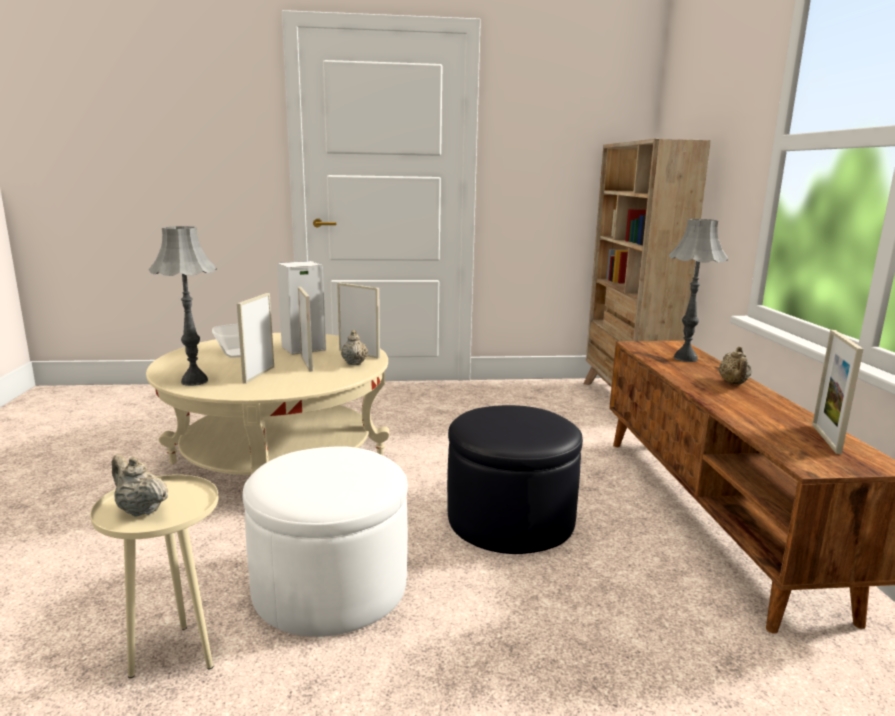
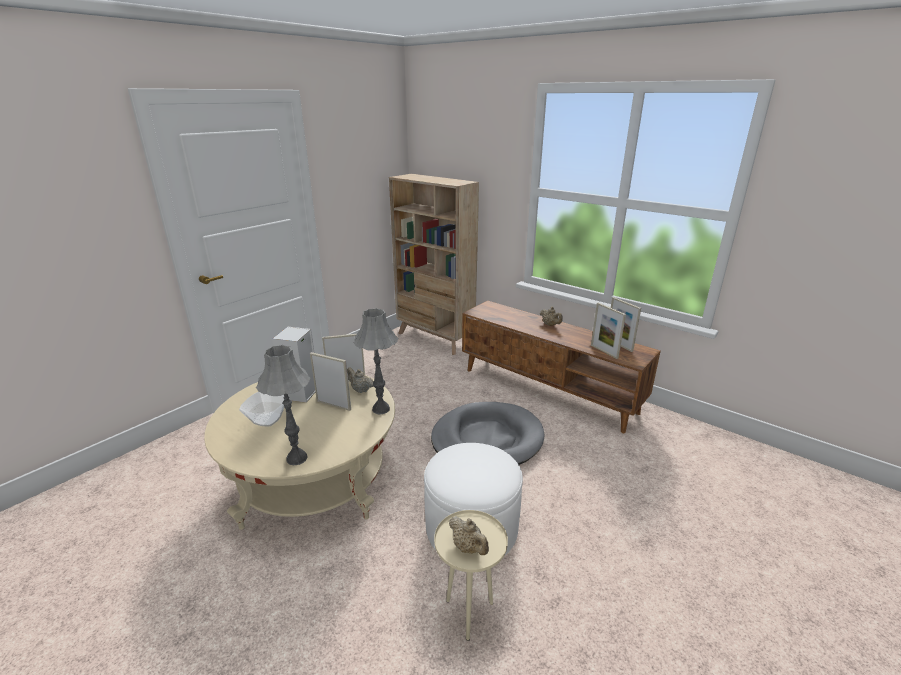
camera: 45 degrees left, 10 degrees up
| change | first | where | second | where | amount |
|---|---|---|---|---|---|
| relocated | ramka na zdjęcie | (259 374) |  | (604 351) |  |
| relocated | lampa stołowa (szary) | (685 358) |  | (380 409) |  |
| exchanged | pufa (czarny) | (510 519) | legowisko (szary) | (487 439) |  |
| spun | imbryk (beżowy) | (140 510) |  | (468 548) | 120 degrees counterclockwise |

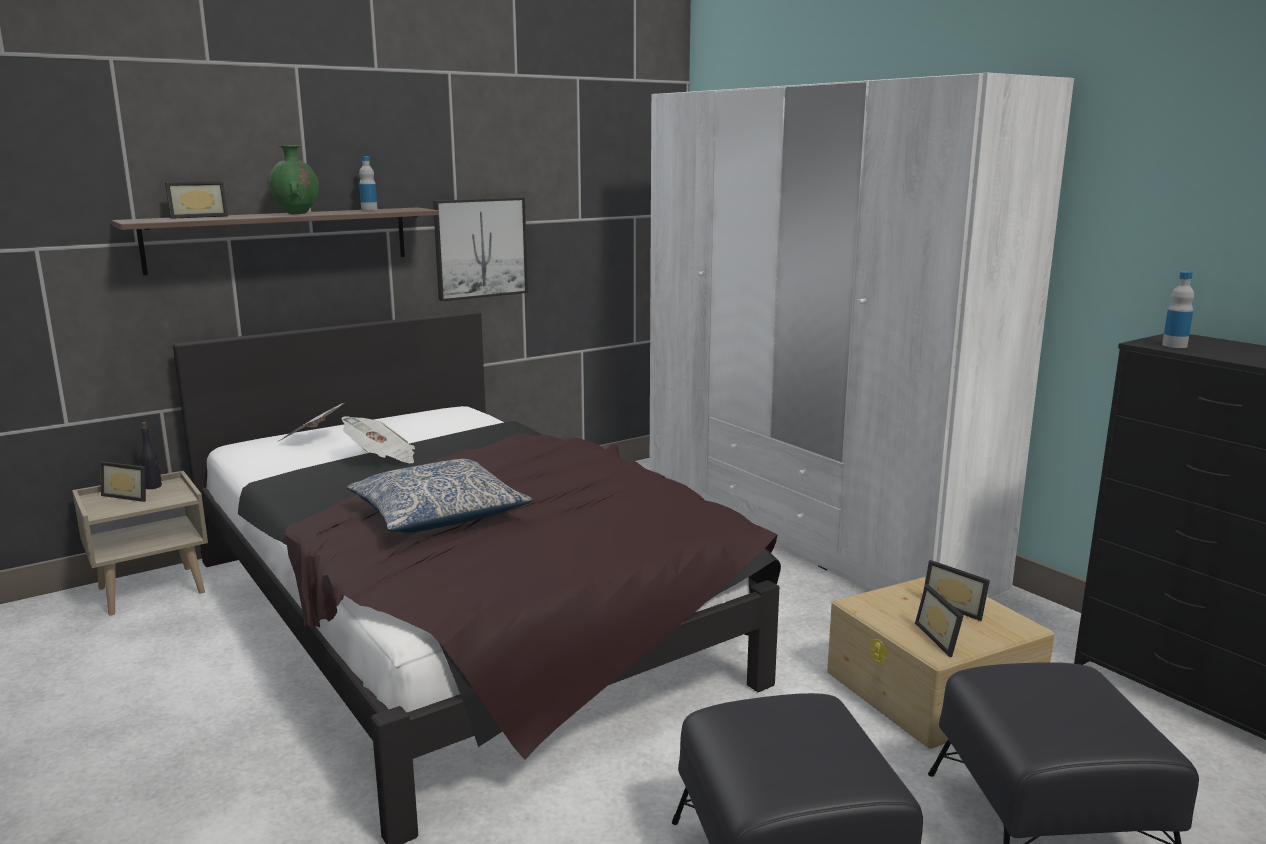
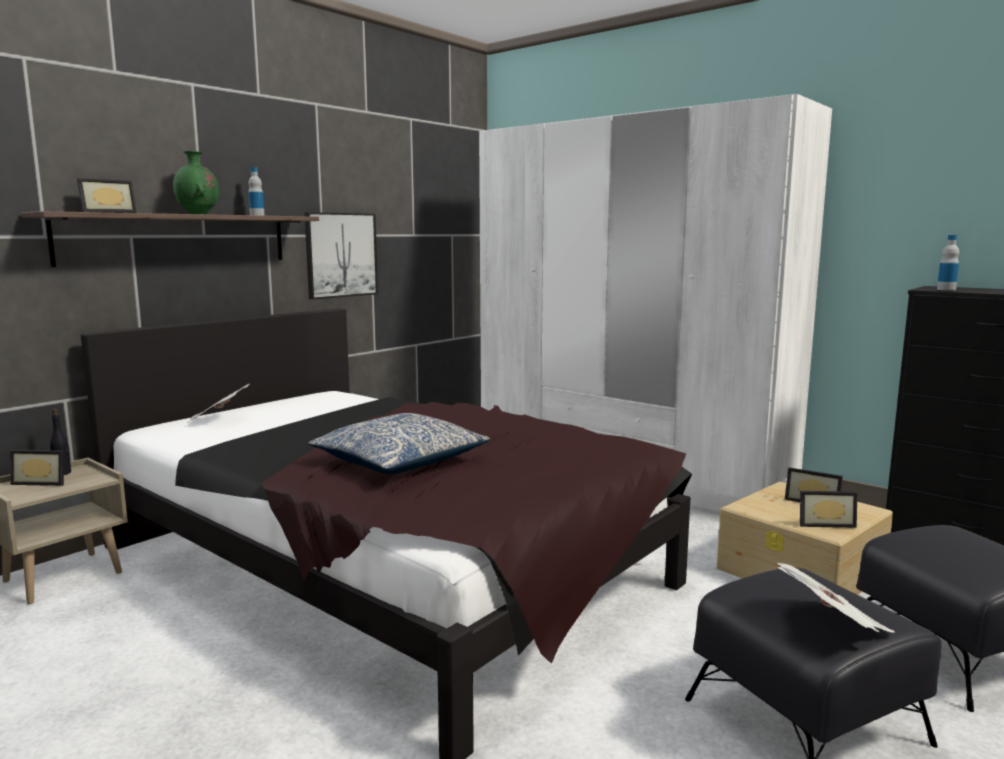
camera: 15 degrees left, 5 degrees down
| change | first | where | second | where | amount |
|---|---|---|---|---|---|
| relocated | gazeta | (382 458) |  | (831 626) |  |
| spun | ramka na zdjęcie | (943 638) |  | (824 523) | 60 degrees counterclockwise |

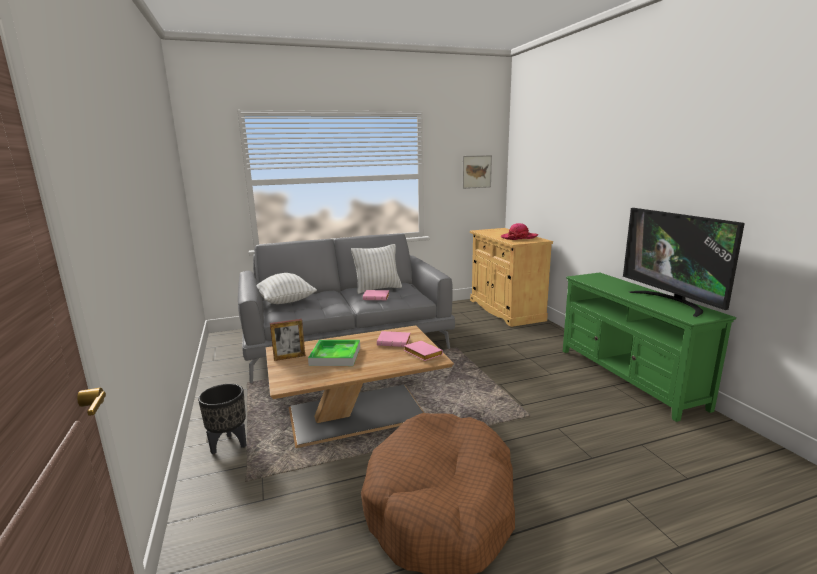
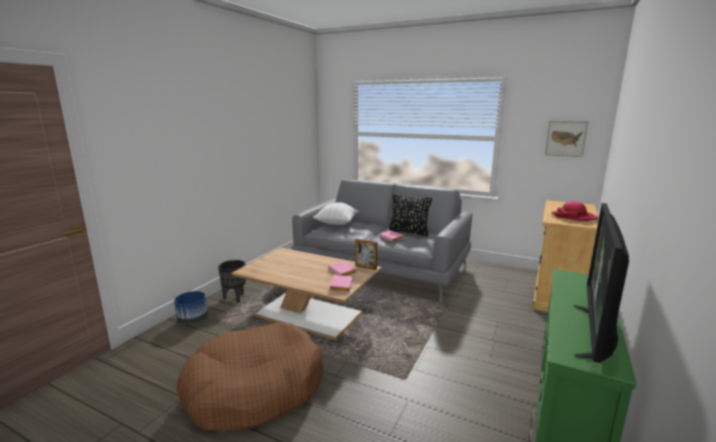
camera: 45 degrees right, 0 degrees up
| change | first | where | second | where | amount |
|---|---|---|---|---|---|
| missing | taca | (335 356) |  |  |  |
| appeared |  |  | donica (niebieski) | (193 321) |  |
| relocated | ramka na zdjęcie | (289 357) |  | (366 267) |  |
| colour | poduszka (biały) | (378 289) | poduszka (czarny) | (409 232) |  |

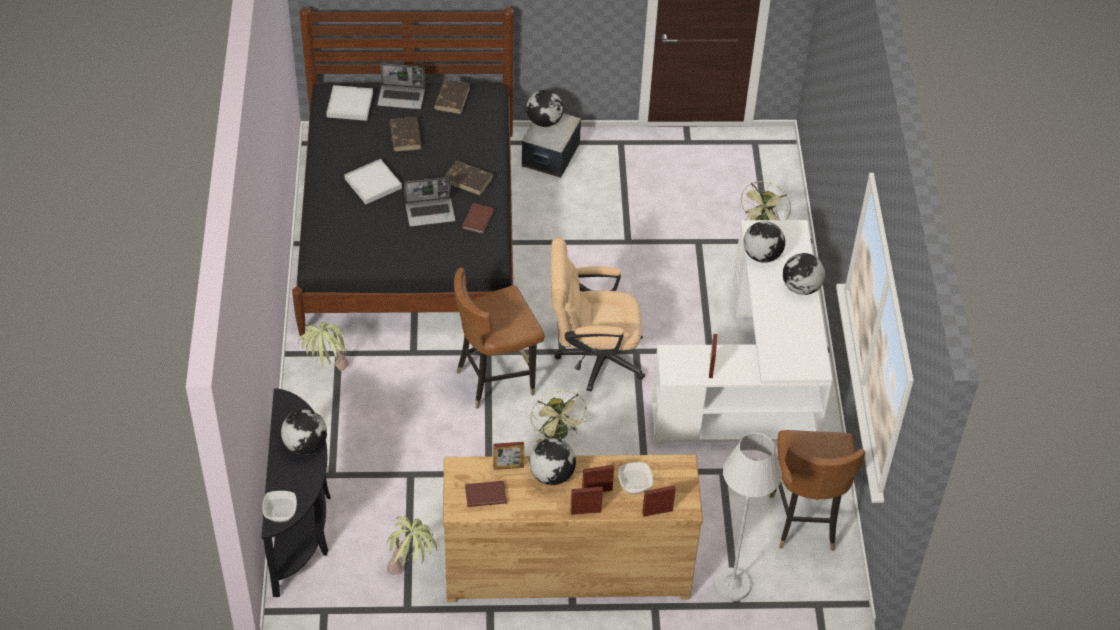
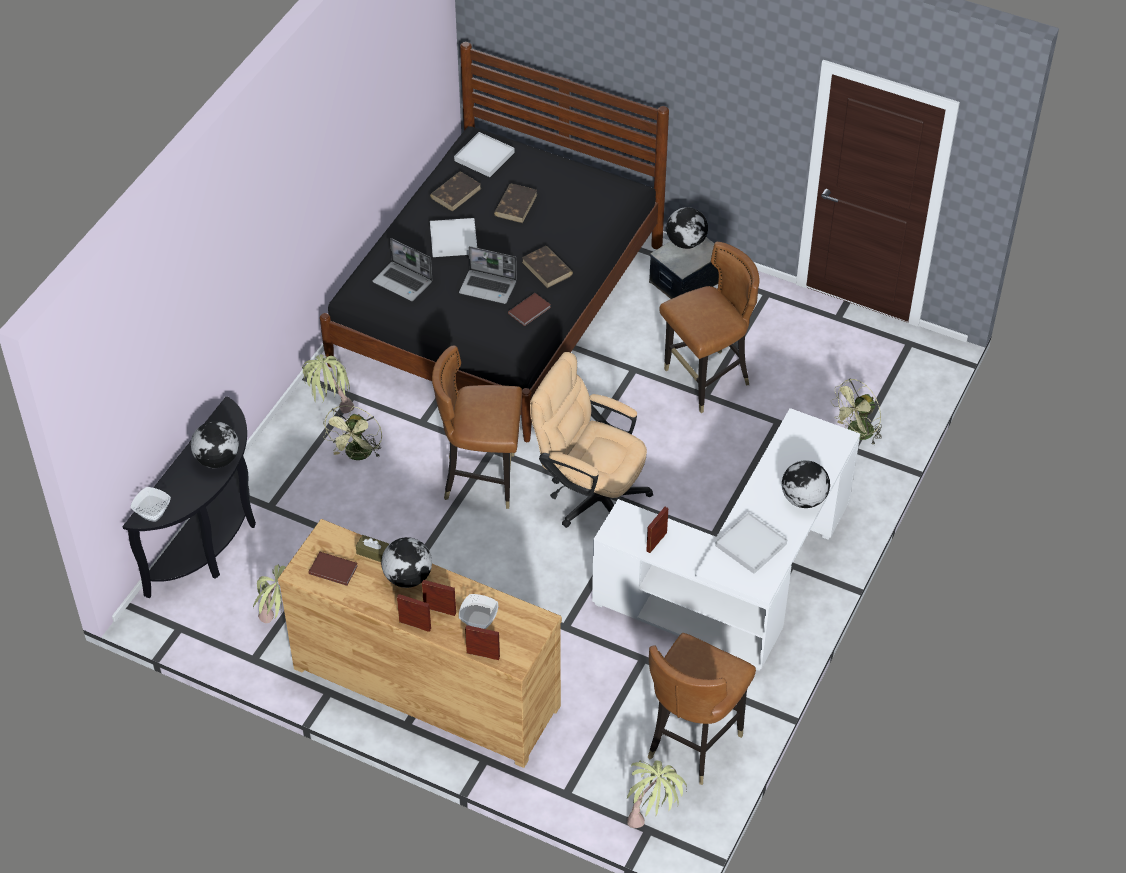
camera: 30 degrees right, 0 degrees up
| change | first | where | second | where | amount |
|---|---|---|---|---|---|
| missing | lampa stojąca (biały) | (732 585) |  |  |  |
| missing | globus | (761 255) |  |  |  |
| appeared |  |  | roślina doniczkowa | (653 817) |  |
| appeared |  |  | krzesło (brązowy) | (706 380) |  |
| appeared |  |  | taca (biały) | (751 545) |  |
| relocated | laptop | (402 97) |  | (403 282) |  |
| relocated | książka (brązowy) | (452 98) |  | (456 193) |  |
| relocated | wentylator (zielony) | (558 435) |  | (358 455) |  |
| exchanged | ramka na zdjęcie | (508 467) | pudełko chusteczek (brązowy) | (373 552) |  |

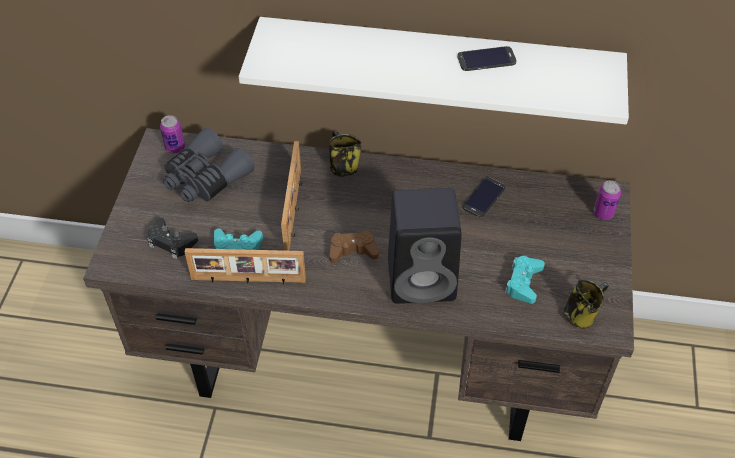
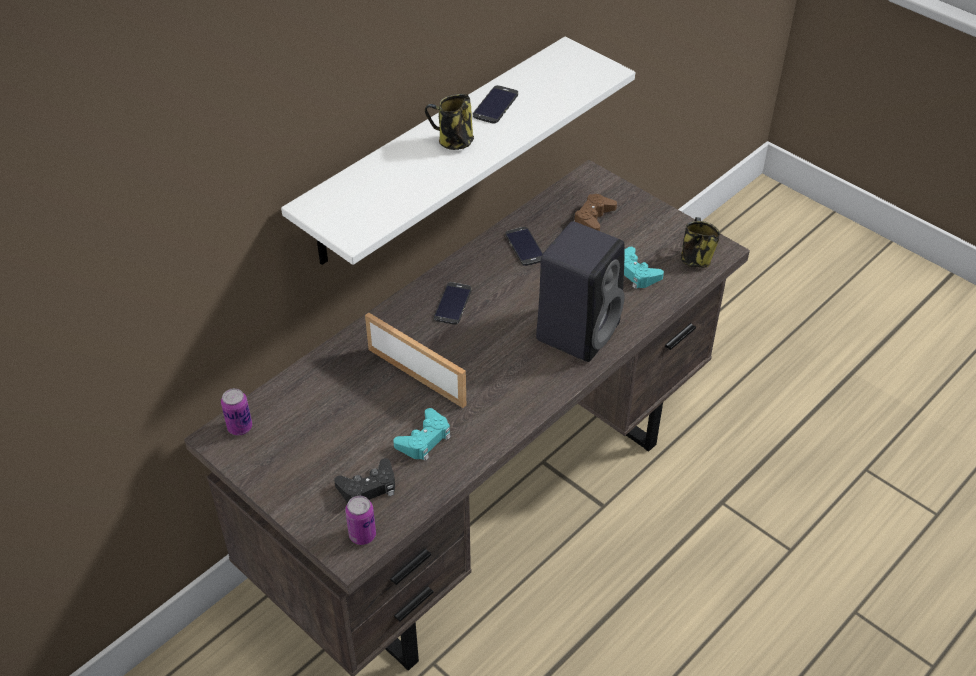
camera: 55 degrees left, 5 degrees down
| change | first | where | second | where | amount |
|---|---|---|---|---|---|
| missing | lornetka (szary) | (205 178) |  |  |  |
| missing | ramka na zdjęcie | (248 280) |  |  |  |
| appeared |  |  | telefon | (453 304) |  |
| relocated | kubek | (343 167) |  | (453 142) |  |
| relocated | pad do gier (brązowy) | (353 251) |  | (593 218) |  |
| relocated | puszka | (603 213) |  | (362 535) |  |

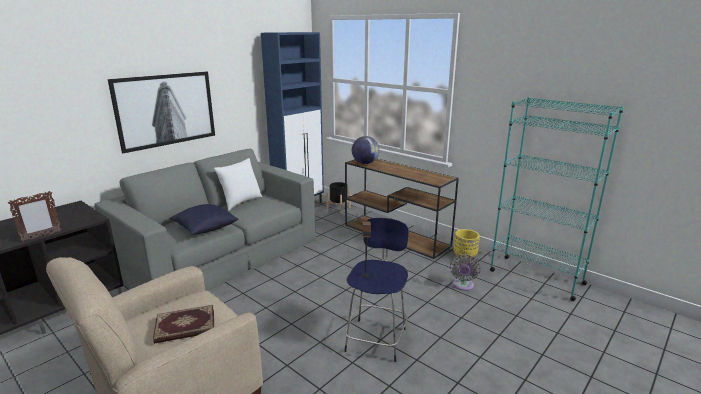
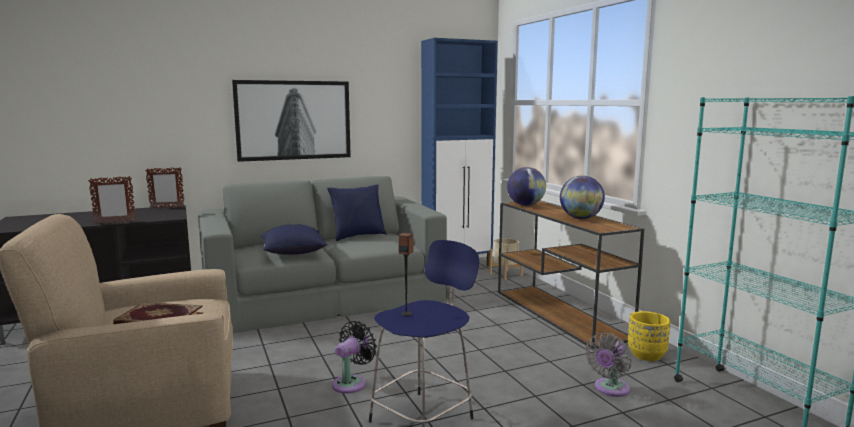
camera: 25 degrees right, 10 degrees down
| change | first | where | second | where | amount |
|---|---|---|---|---|---|
| appeared |  |  | ramka na zdjęcie | (167 208) |  |
| appeared |  |  | wentylator (czarny) | (351 383) |  |
| appeared |  |  | globus | (580 218) |  |
| colour | poduszka (biały) | (240 202) | poduszka (niebieski) | (357 236) |  |
| colour | donica (czarny) | (338 208) | donica (beżowy) | (505 275) |  |

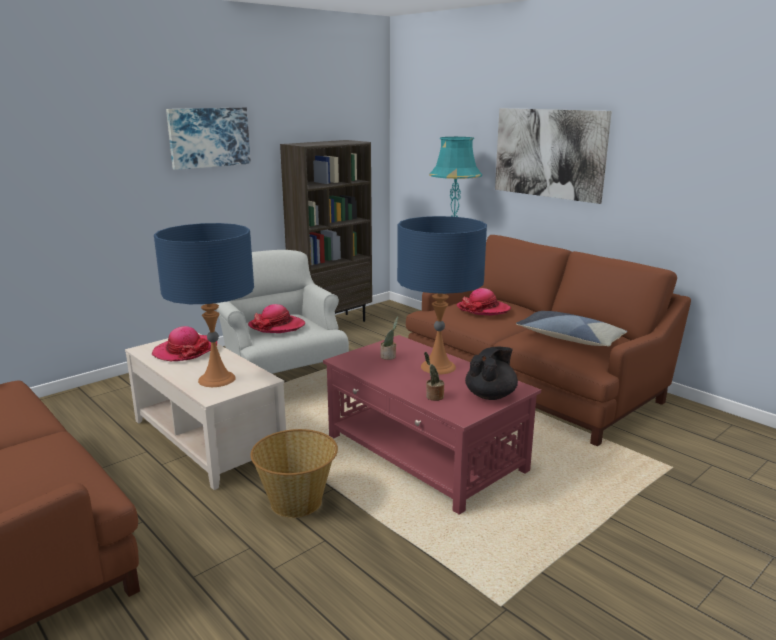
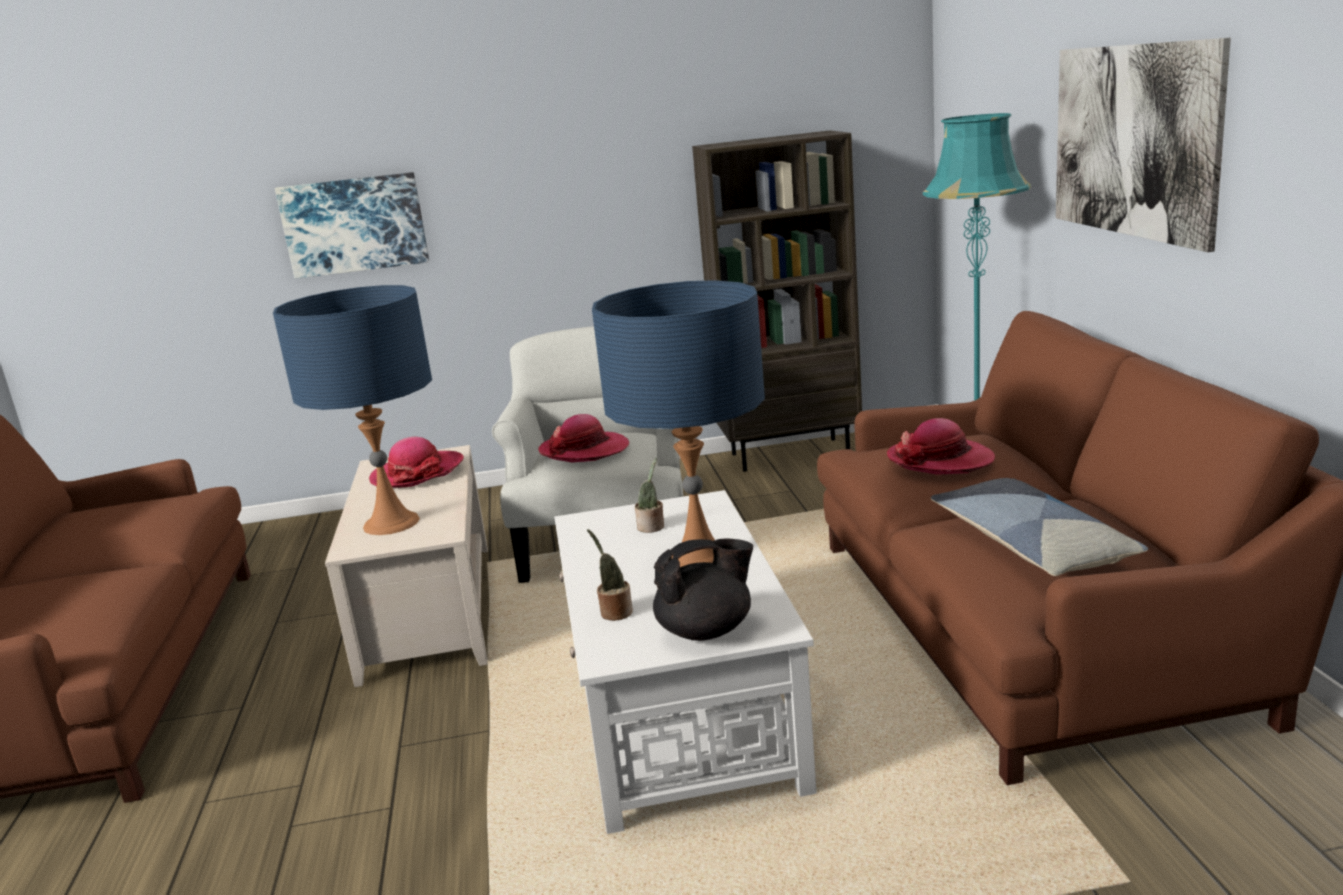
camera: 35 degrees right, 0 degrees up
| change | first | where | second | where | amount |
|---|---|---|---|---|---|
| missing | koszyk | (297 502) |  |  |  |
| relocated | obraz | (209 137) |  | (354 225) |  |
| colour | ława (czerwony) | (425 454) | ława (biały) | (679 711) |  |

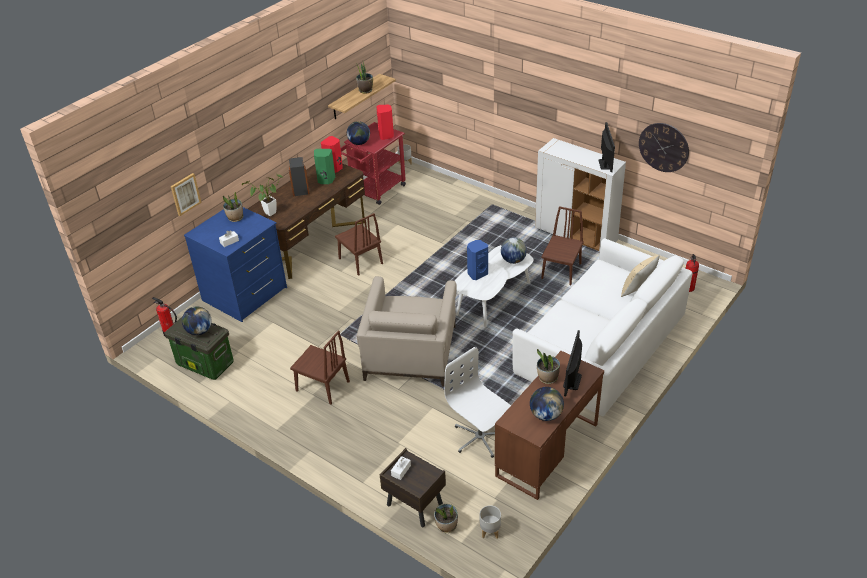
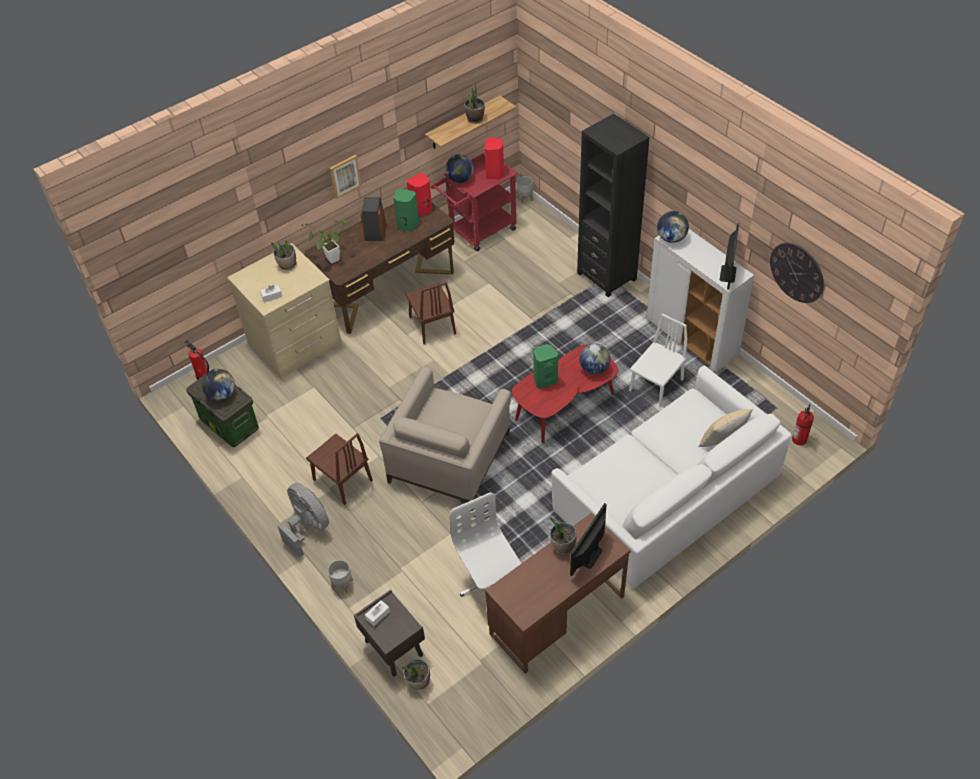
camera: 15 degrees right, 10 degrees up
| change | first | where | second | where | amount |
|---|---|---|---|---|---|
| appeared |  |  | wentylator (szary) | (308 527) |  |
| appeared |  |  | regał (czarny) | (606 276) |  |
| relocated | obraz | (185 194) |  | (345 176) |  |
| relocated | donica (szary) | (489 531) |  | (342 584) |  |
| relocated | globus | (545 415) |  | (671 238) |  |
| colour | komoda (niebieski) | (245 294) | komoda (beżowy) | (295 344) |  |
| colour | ława (biały) | (493 298) | ława (czerwony) | (564 406) |  |
| colour | głośnik (niebieski) | (477 273) | głośnik (zielony) | (544 380) |  |
| colour | krzesło (brązowy) | (561 271) | krzesło (biały) | (656 385) |  |

